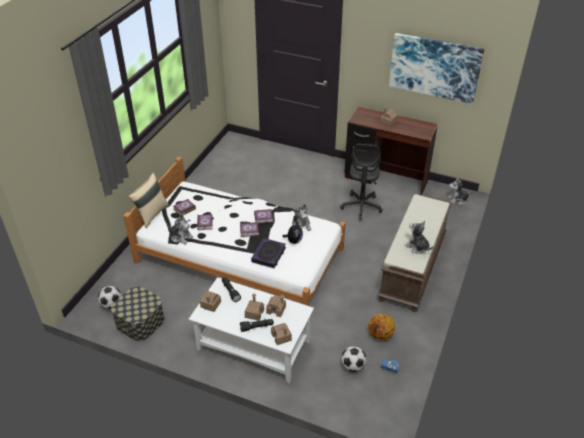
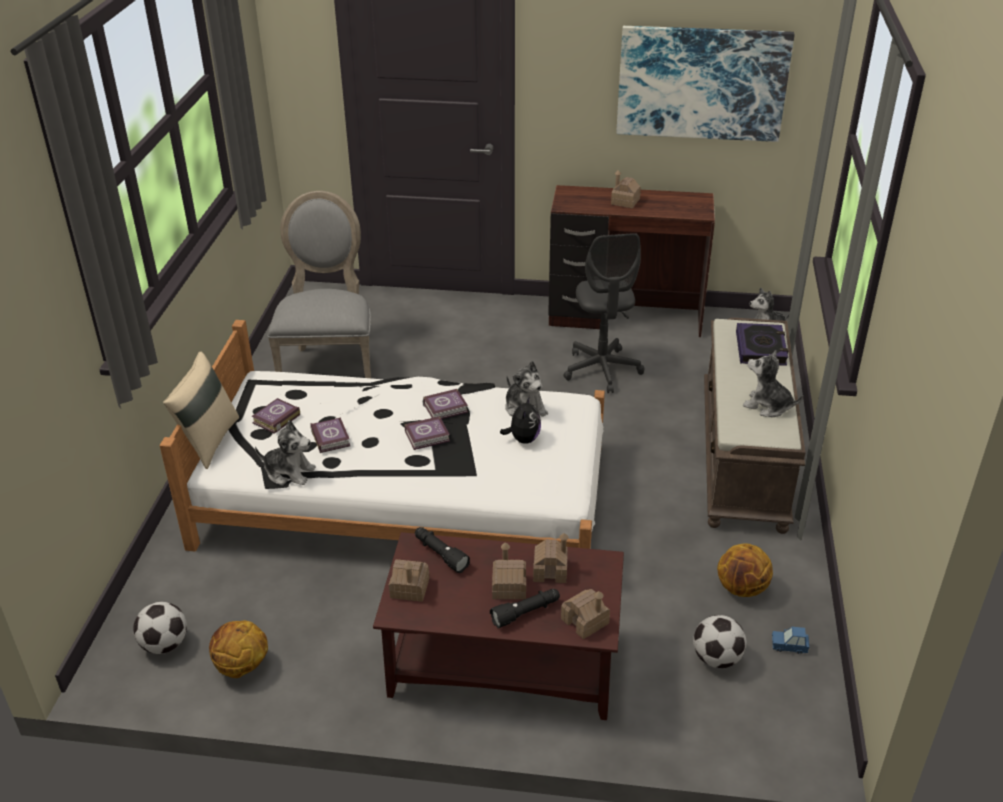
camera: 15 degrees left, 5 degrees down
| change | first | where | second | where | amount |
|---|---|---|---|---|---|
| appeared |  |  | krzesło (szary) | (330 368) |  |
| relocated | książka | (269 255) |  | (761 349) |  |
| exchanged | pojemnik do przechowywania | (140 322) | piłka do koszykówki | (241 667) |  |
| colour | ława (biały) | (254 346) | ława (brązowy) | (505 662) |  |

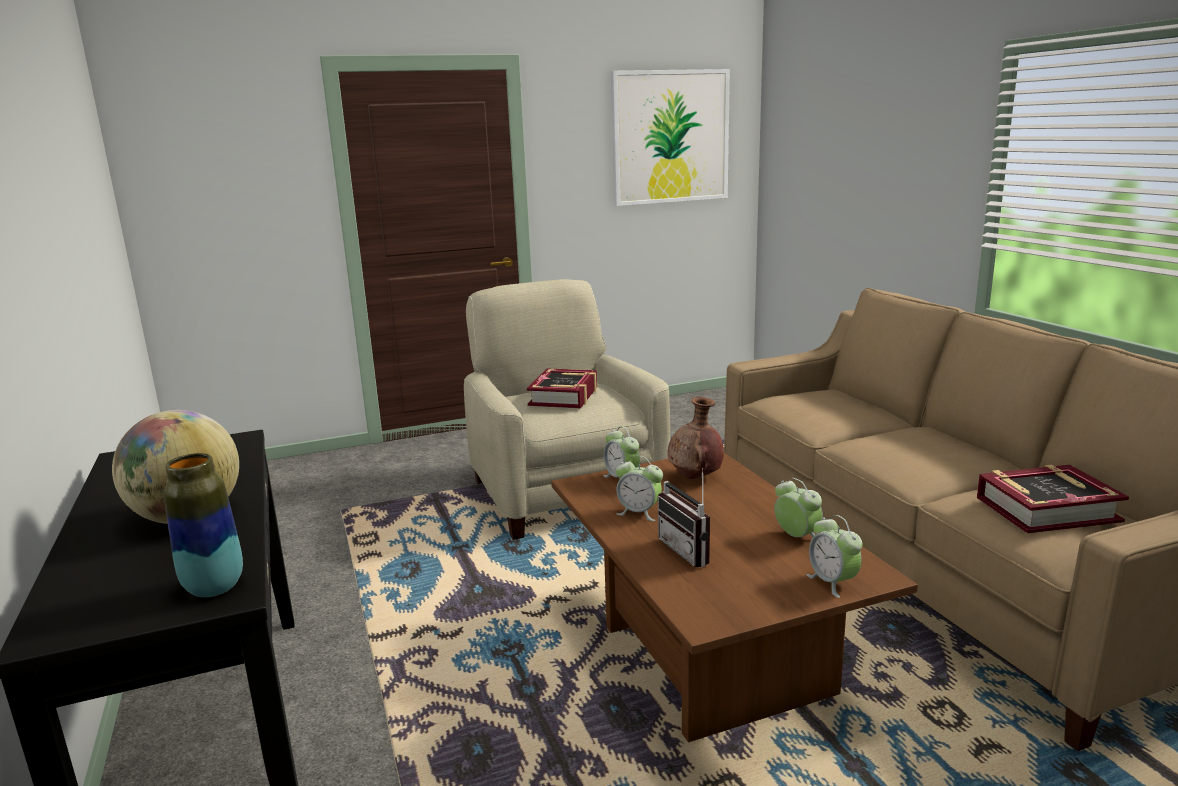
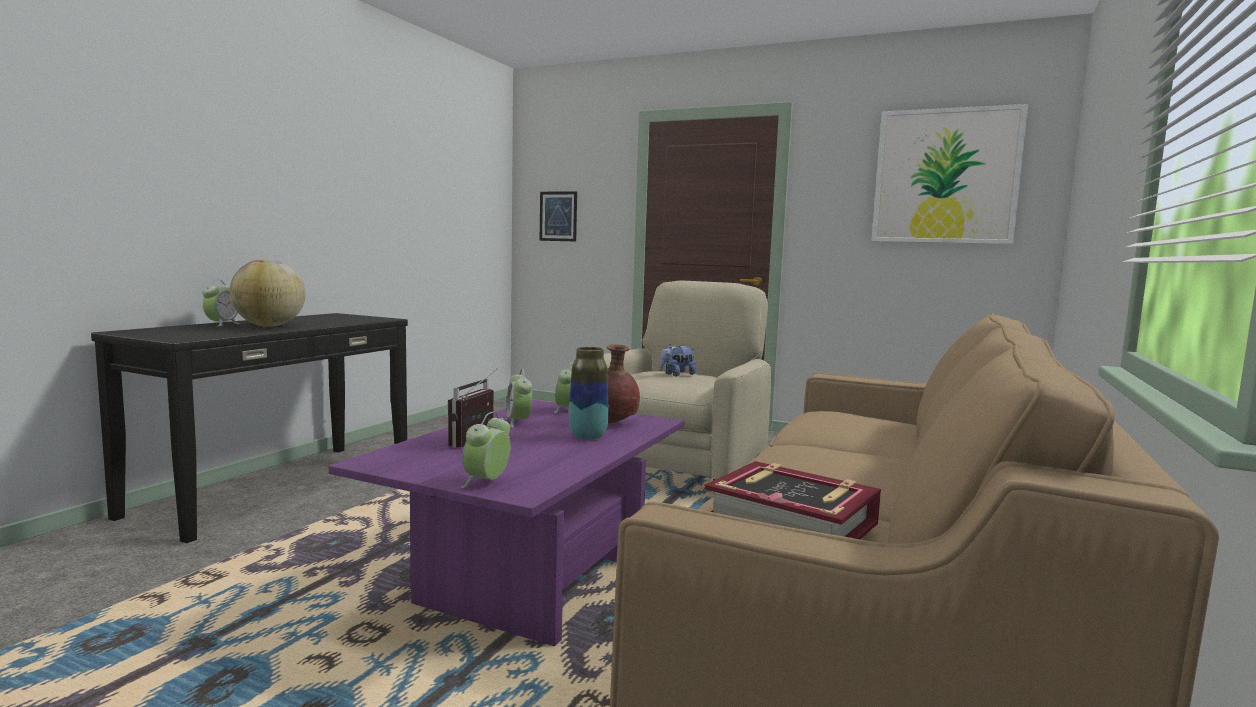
camera: 45 degrees right, 10 degrees down
| change | first | where | second | where | amount |
|---|---|---|---|---|---|
| appeared |  |  | obraz | (558 216) |  |
| relocated | wazon | (214 587) |  | (588 437) |  |
| relocated | budzik | (797 537) |  | (222 324) |  |
| exchanged | książka | (564 396) | pluszak | (676 375) |  |
| colour | ława (brązowy) | (707 659) | ława (fioletowy) | (530 580) |  |

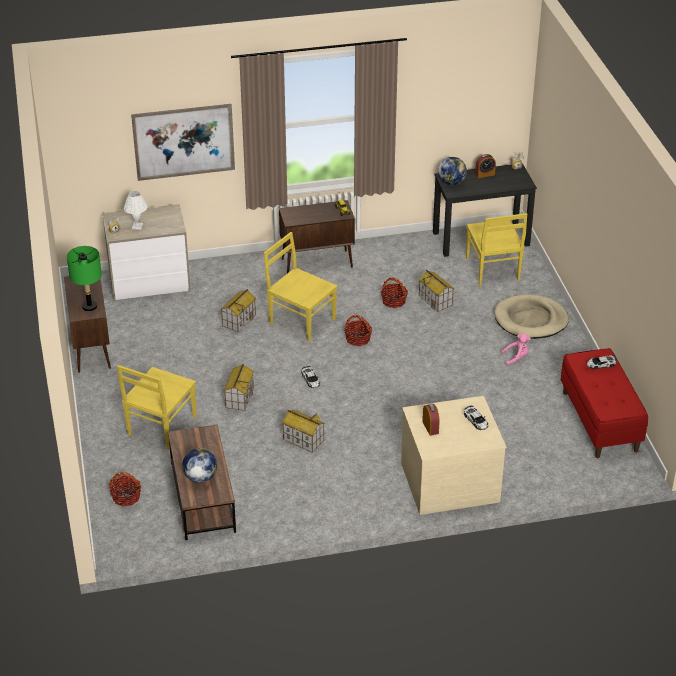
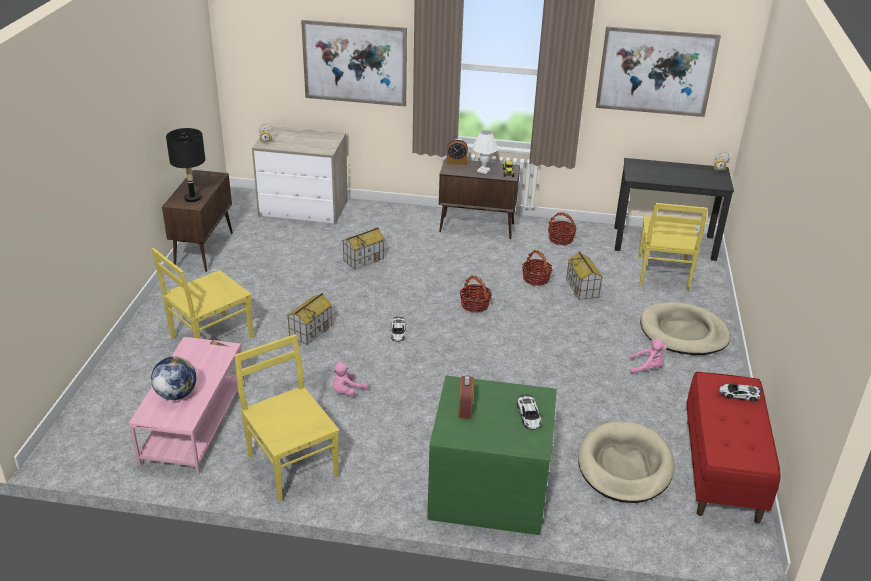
camera: 20 degrees right, 5 degrees down
| change | first | where | second | where | amount |
|---|---|---|---|---|---|
| missing | globus | (451 182) |  |  |  |
| appeared |  |  | legowisko (beżowy) | (624 466) |  |
| appeared |  |  | obraz | (656 72) |  |
| relocated | koszyk | (126 497) |  | (561 239) |  |
| relocated | lampa stołowa (biały) | (137 226) |  | (483 170) |  |
| relocated | krzesło (żółty) | (301 320) |  | (292 464) |  |
| relocated | budzik | (485 174) |  | (456 162) |  |
| exchanged | domek | (303 440) | pluszak (różowy) | (347 392) |  |
| colour | lampa stołowa (zielony) | (89 306) | lampa stołowa (czarny) | (193 198) |  |
| colour | ława (brązowy) | (202 497) | ława (różowy) | (194 422) |  |
| colour | komoda (beżowy) | (449 481) | komoda (zielony) | (489 488) |  |

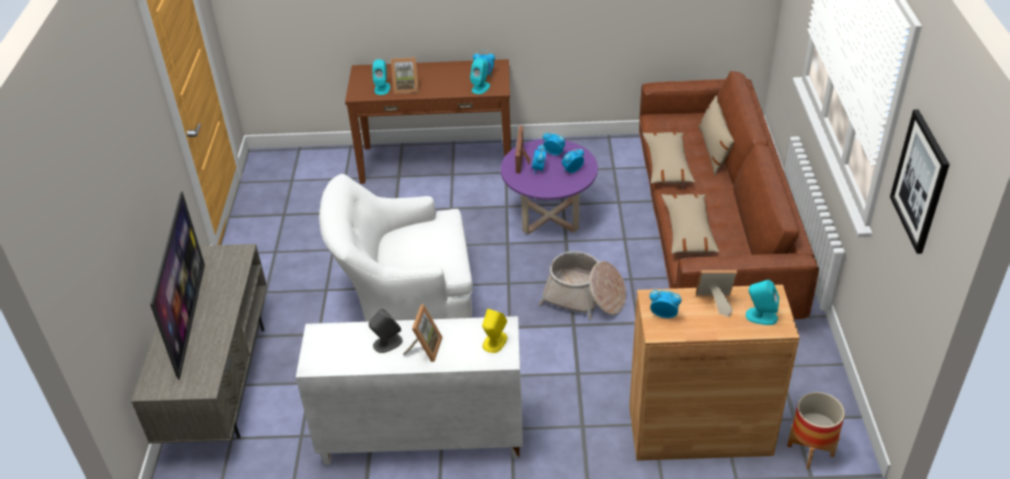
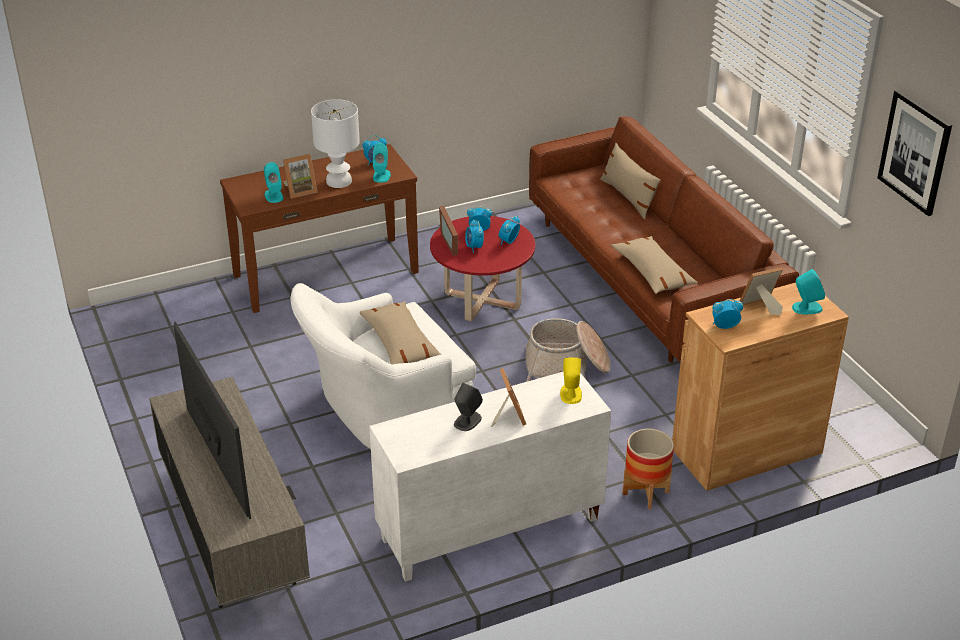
camera: 25 degrees left, 5 degrees down
| change | first | where | second | where | amount |
|---|---|---|---|---|---|
| appeared |  |  | lampa stołowa (biały) | (339 181) |  |
| relocated | poduszka (beżowy) | (667 165) |  | (399 343) |  |
| relocated | donica | (810 451) |  | (646 493) |  |
| colour | ława (fioletowy) | (549 216) | ława (czerwony) | (482 300) |  |

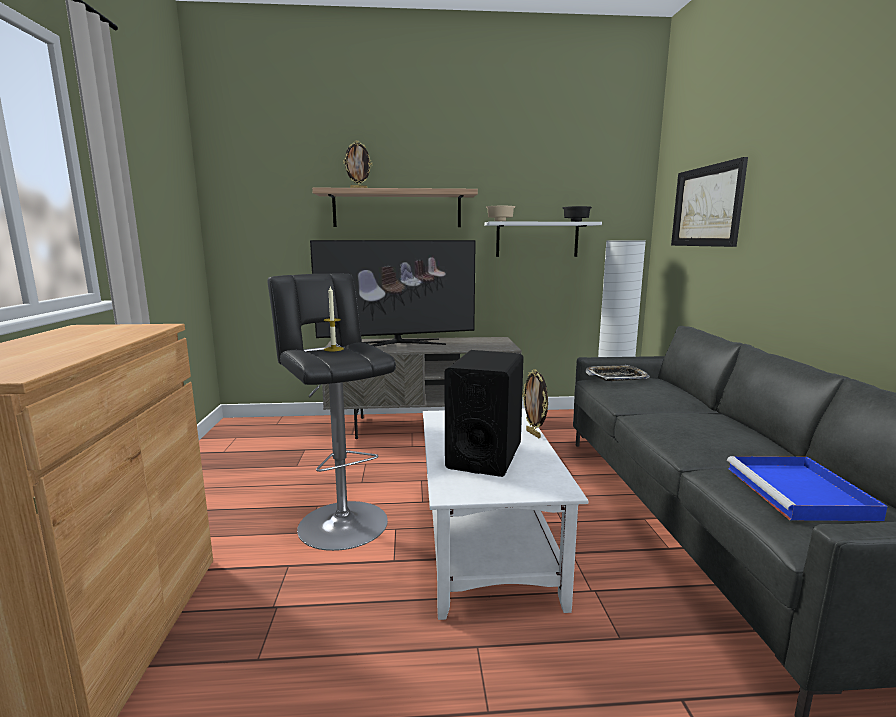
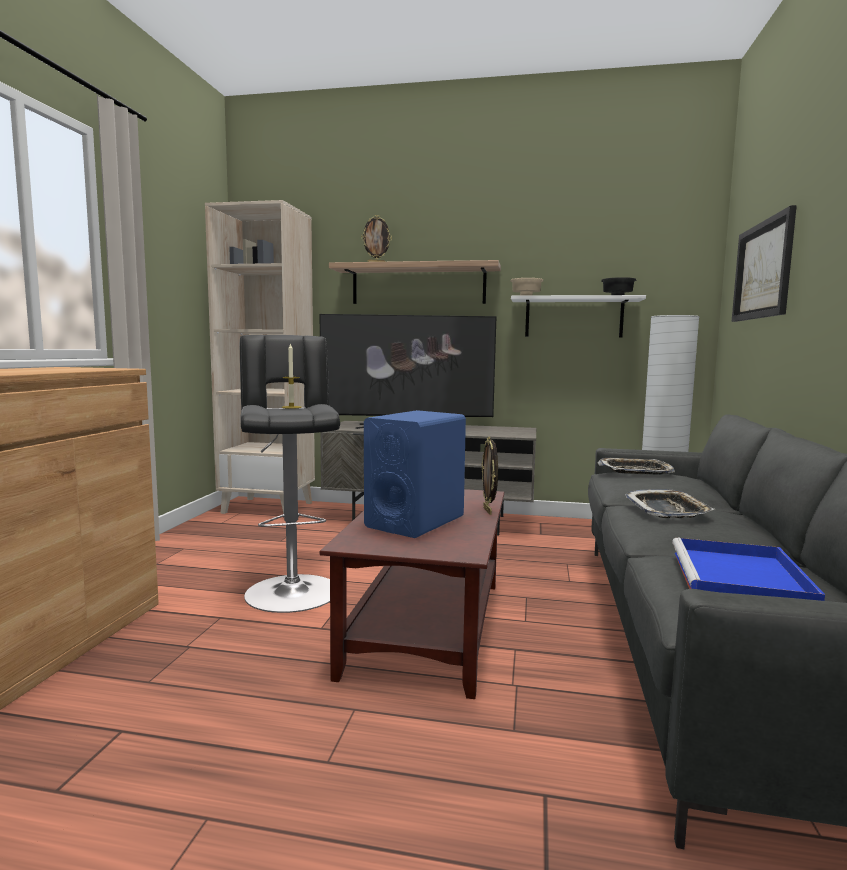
camera: 15 degrees right, 5 degrees down
| change | first | where | second | where | amount |
|---|---|---|---|---|---|
| appeared |  |  | regał (beżowy) | (269 507) |  |
| appeared |  |  | taca | (667 510) |  |
| colour | ława (biały) | (487 543) | ława (brązowy) | (427 627) |  |
| colour | głośnik (czarny) | (484 455) | głośnik (niebieski) | (415 522) |  |

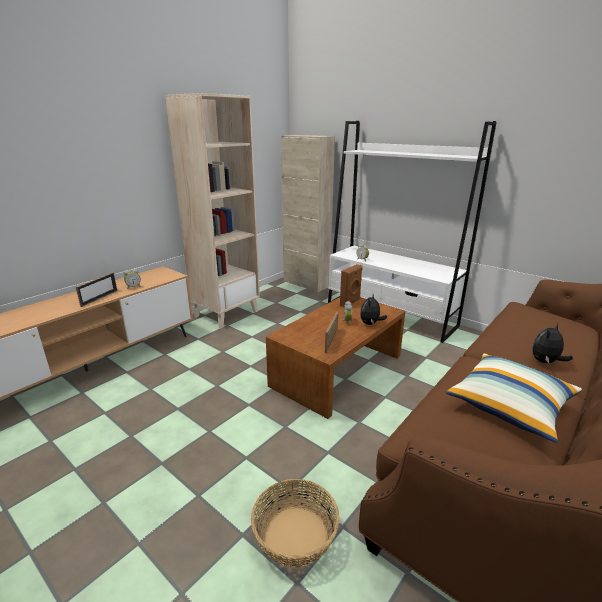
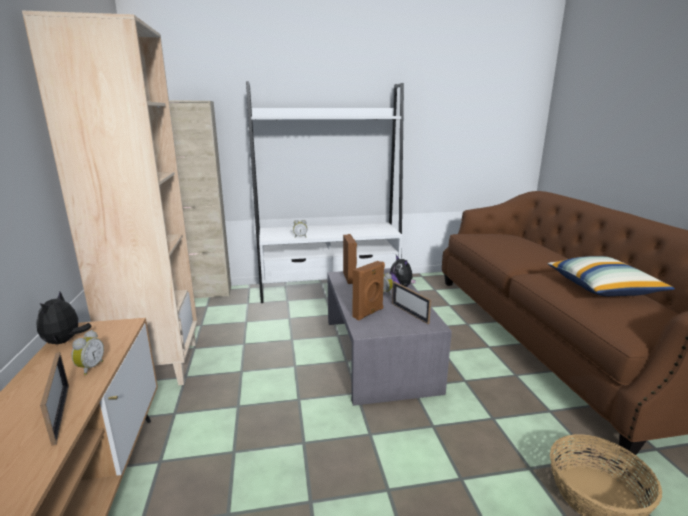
camera: 50 degrees left, 5 degrees down
| change | first | where | second | where | amount |
|---|---|---|---|---|---|
| appeared |  |  | głośnik (brązowy) | (369 313) |  |
| relocated | pluszak | (545 362) |  | (65 341) |  |
| colour | ława (brązowy) | (338 370) | ława (szary) | (379 353) |  |

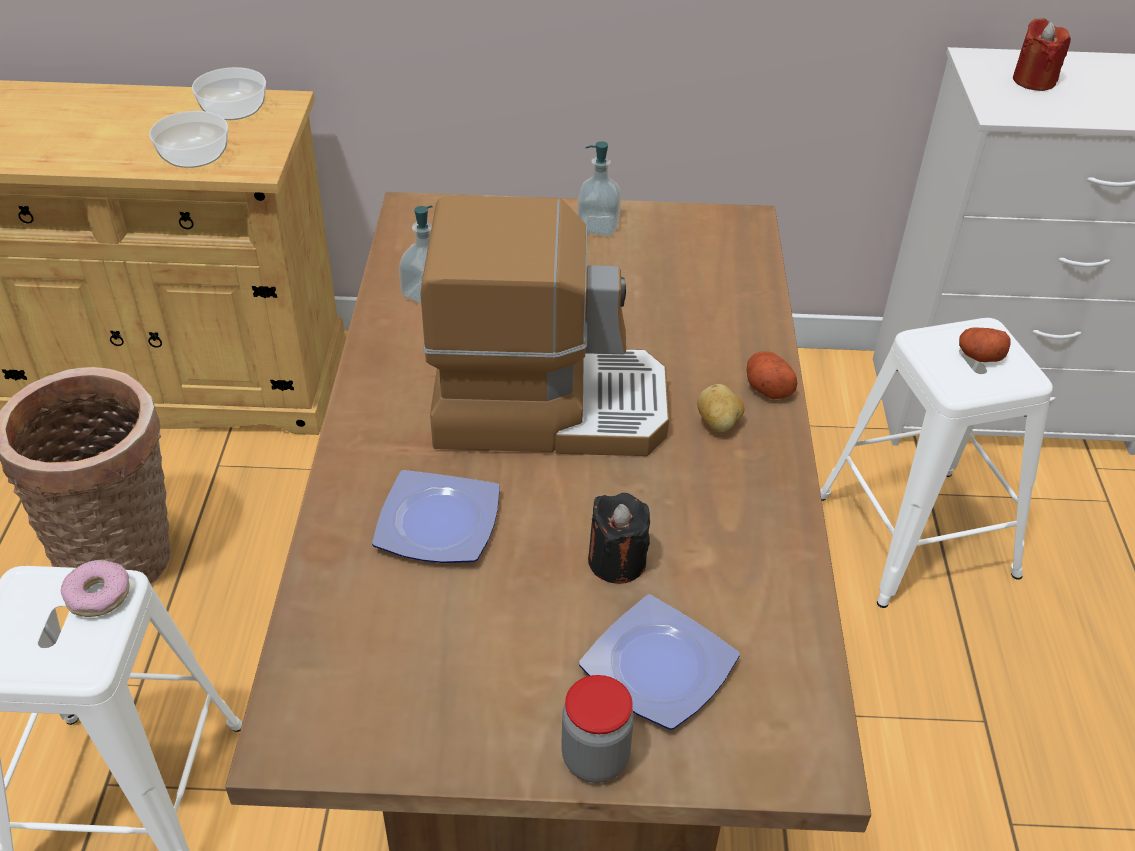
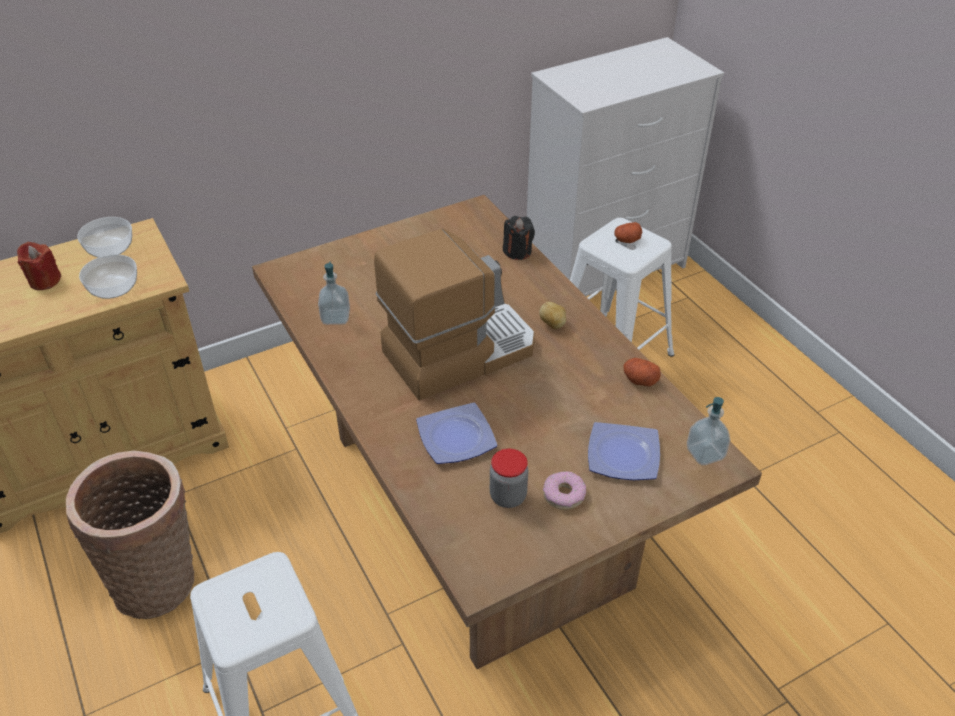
camera: 30 degrees left, 0 degrees up
| change | first | where | second | where | amount |
|---|---|---|---|---|---|
| relocated | donut | (98 595) |  | (563 495) |  |
| relocated | słoik | (595 758) |  | (508 496) |  |
| relocated | dozownik mydła | (598 226) |  | (705 453) |  |
| relocated | świeca (czarny) | (617 561) |  | (517 251) |  |
| relocated | ziemniak | (767 387) |  | (639 380) |  |
| relocated | świeca (czerwony) | (1034 81) |  | (44 281) |  |

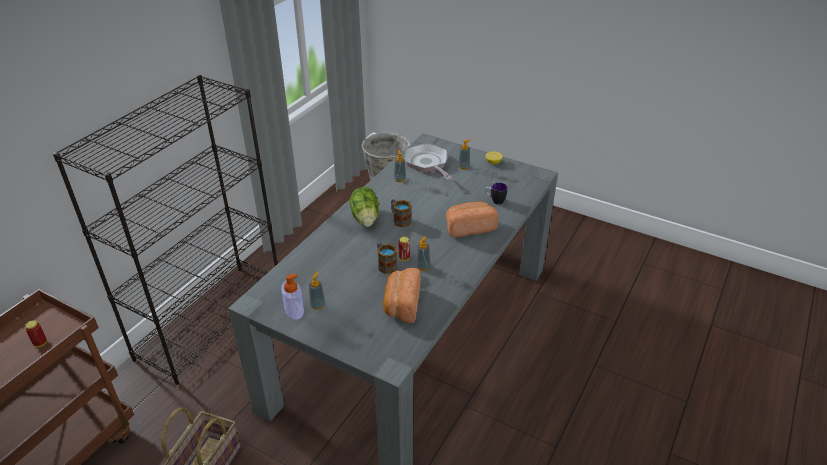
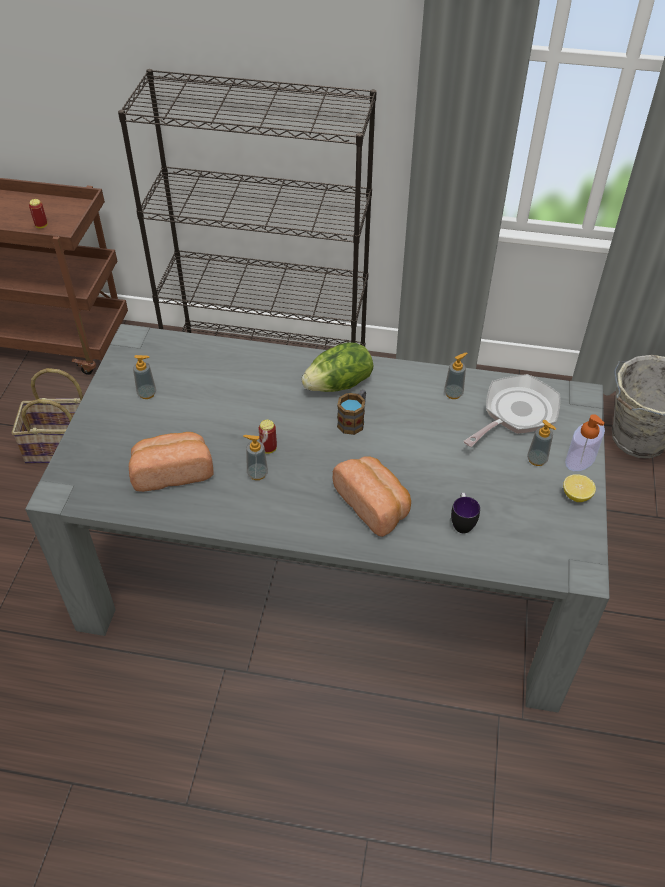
camera: 70 degrees right, 10 degrees up
| change | first | where | second | where | amount |
|---|---|---|---|---|---|
| missing | kubek | (385 264) |  |  |  |
| relocated | dozownik mydła | (294 310) |  | (580 459) |  |

